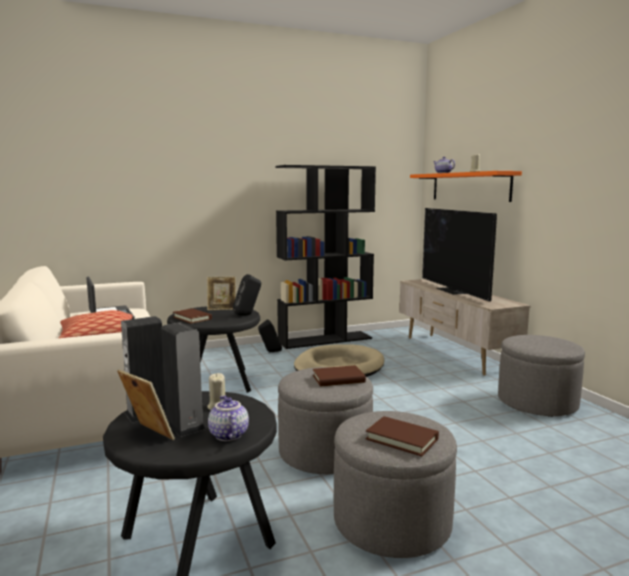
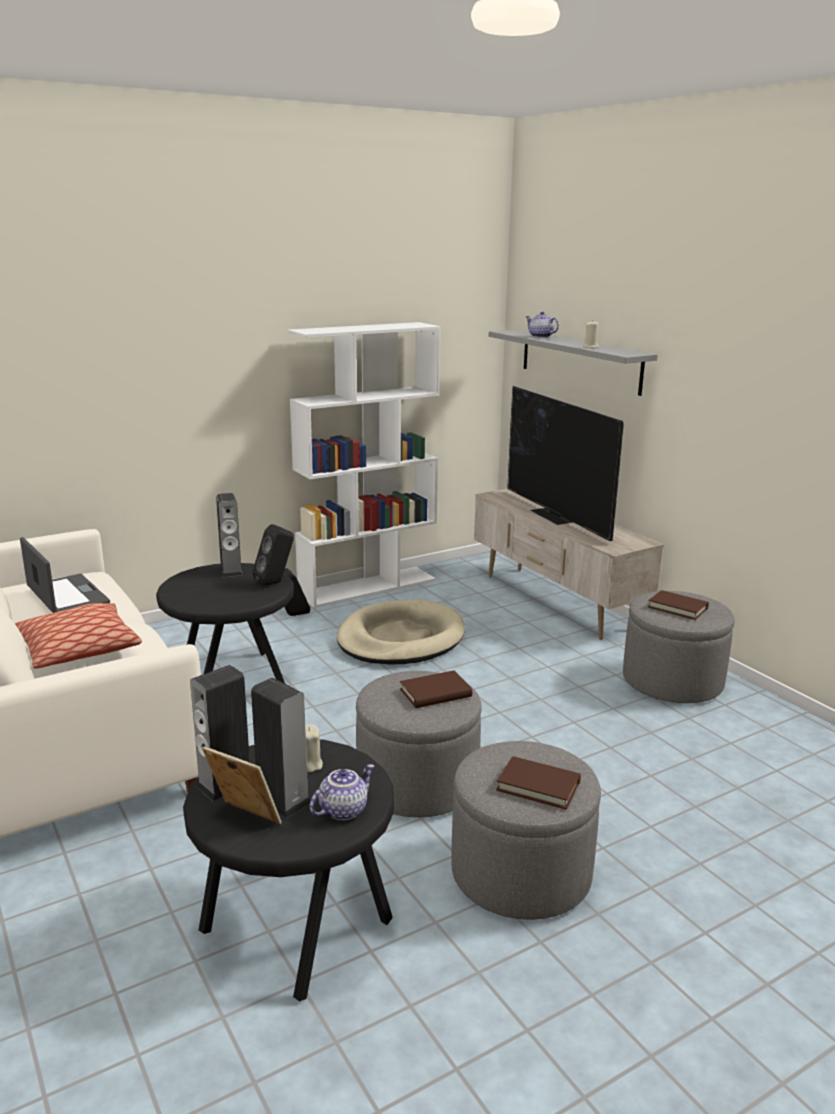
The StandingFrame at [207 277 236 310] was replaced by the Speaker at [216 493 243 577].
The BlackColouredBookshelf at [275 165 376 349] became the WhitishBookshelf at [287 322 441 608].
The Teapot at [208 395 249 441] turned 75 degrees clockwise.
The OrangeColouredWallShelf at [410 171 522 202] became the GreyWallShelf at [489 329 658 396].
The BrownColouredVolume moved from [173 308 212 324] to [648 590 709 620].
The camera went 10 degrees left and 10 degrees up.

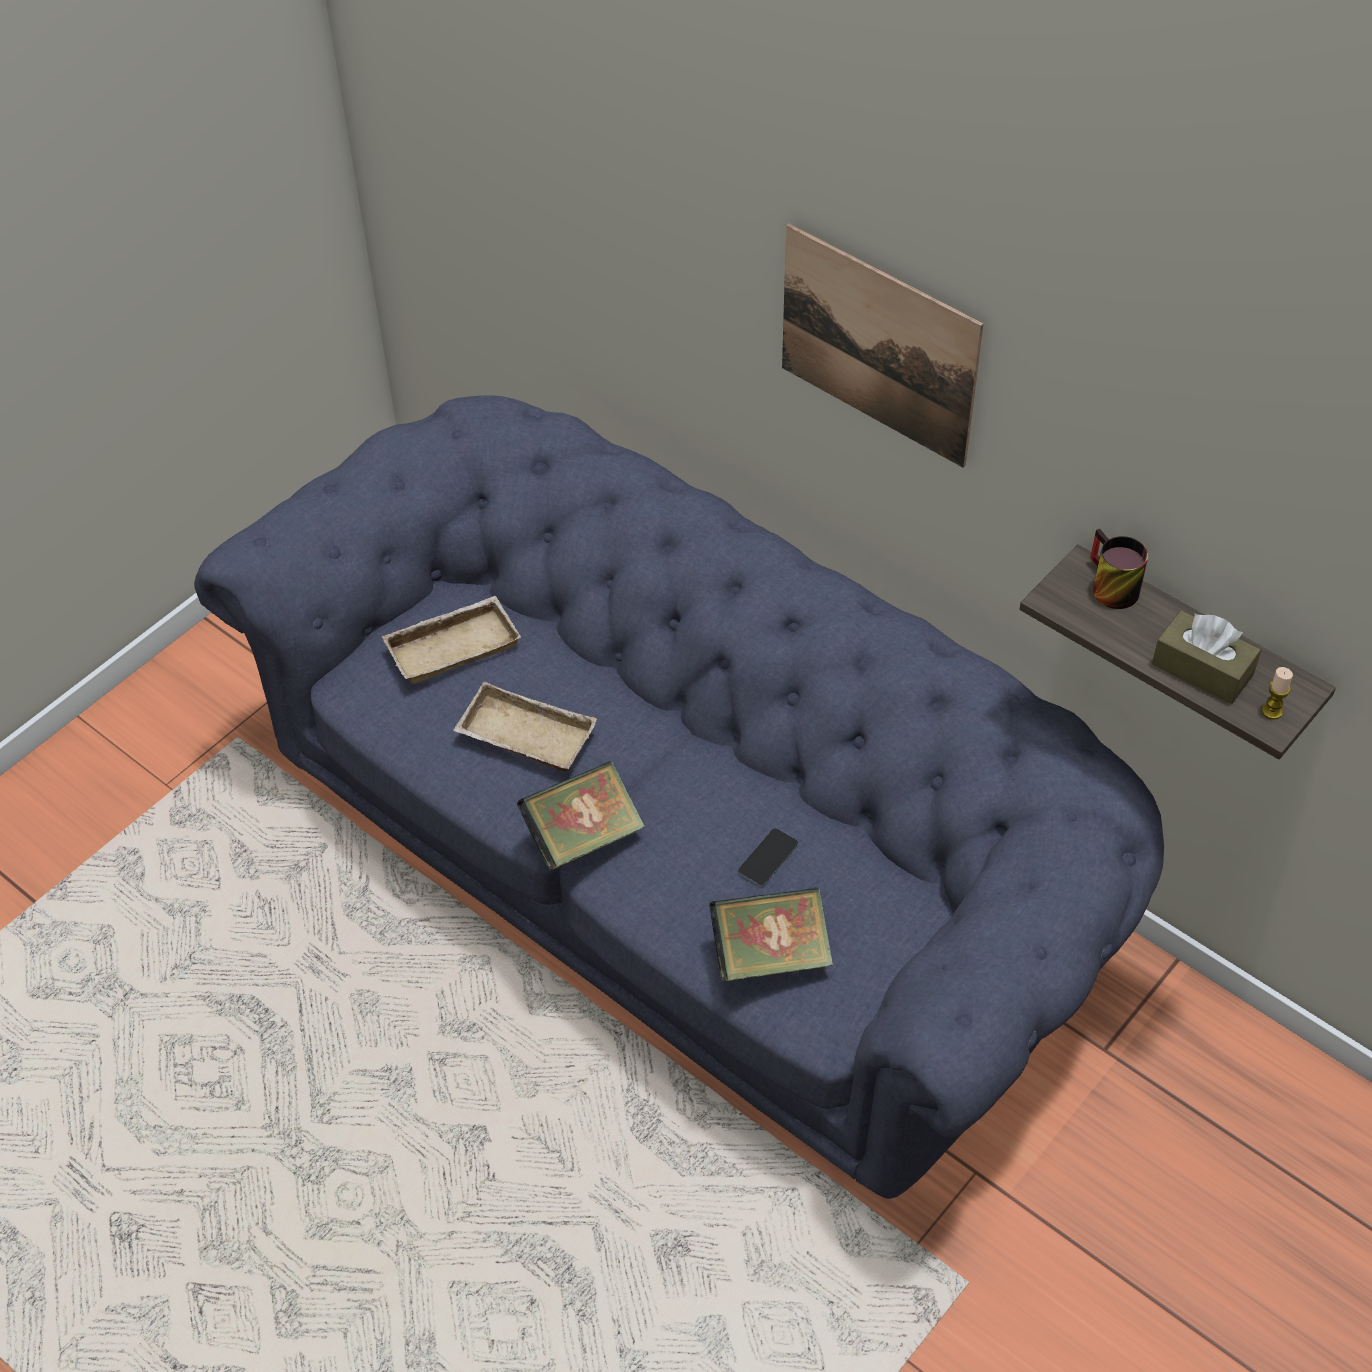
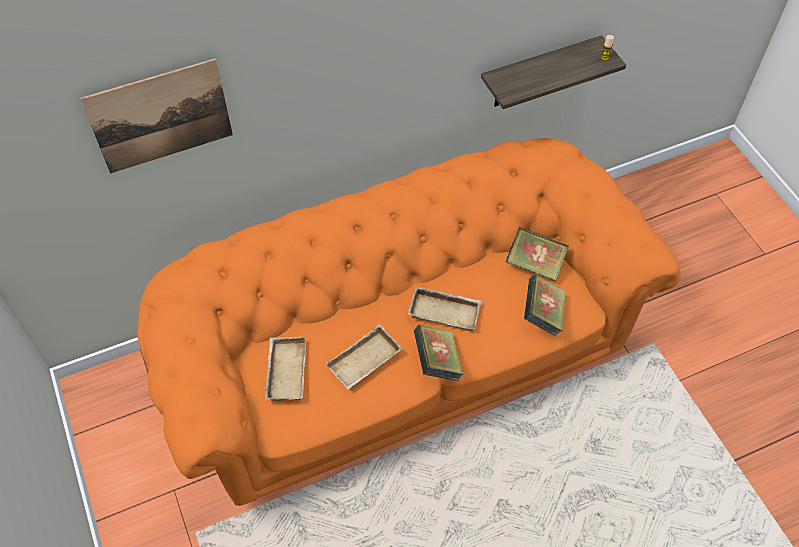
The WallPicture moved from [782 224 983 468] to [80 58 233 174].
The BluishSettee at [194 395 1164 1199] became the OrangeColouredSettee at [138 138 681 506].
The SandColouredCarryingTray at [408 286 482 331] appeared.
The Volume at [506 227 569 281] appeared.
The Telephone at [738 828 798 886] disappeared.
The Mug at [1090 529 1148 609] disappeared.
The BrownColouredTissueHolder at [1152 611 1261 704] disappeared.
The camera went 65 degrees left and 5 degrees up.

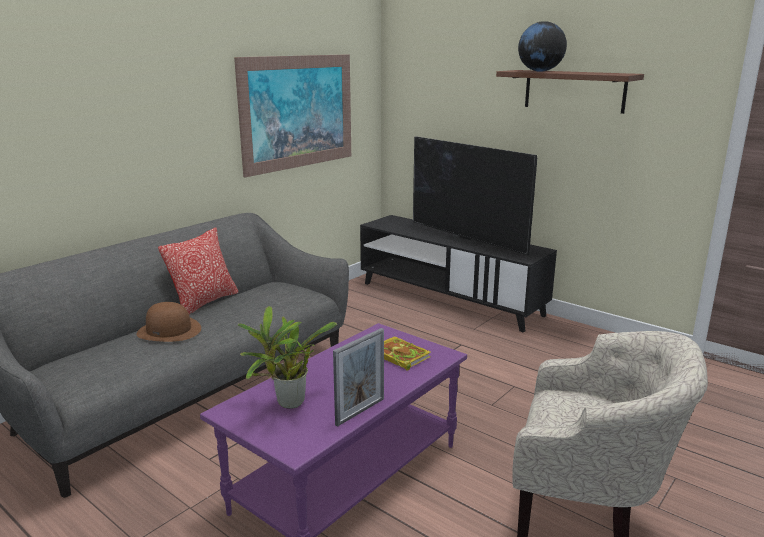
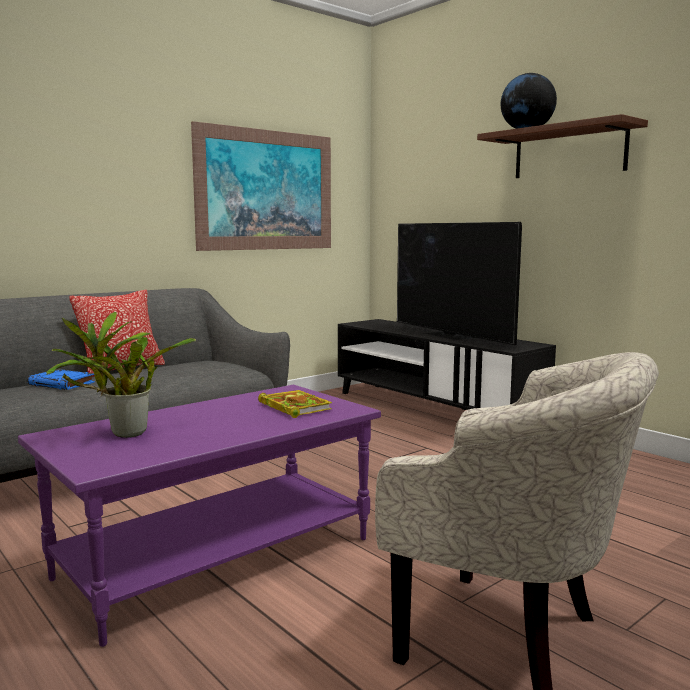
The BrownColouredWearableHat at [136 302 201 342] was replaced by the BluishVolume at [28 369 95 390].
The StandingFrame at [333 328 384 426] disappeared.
The camera went 10 degrees right and 10 degrees down.

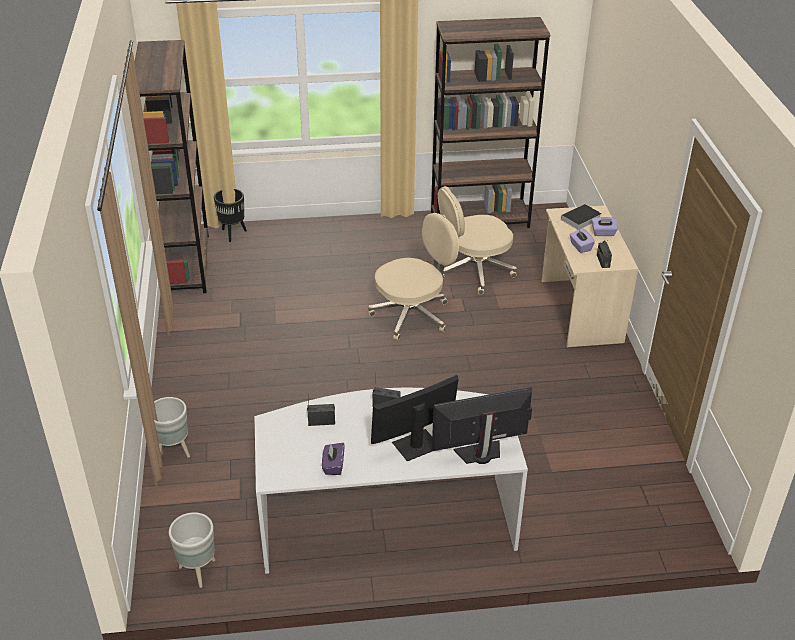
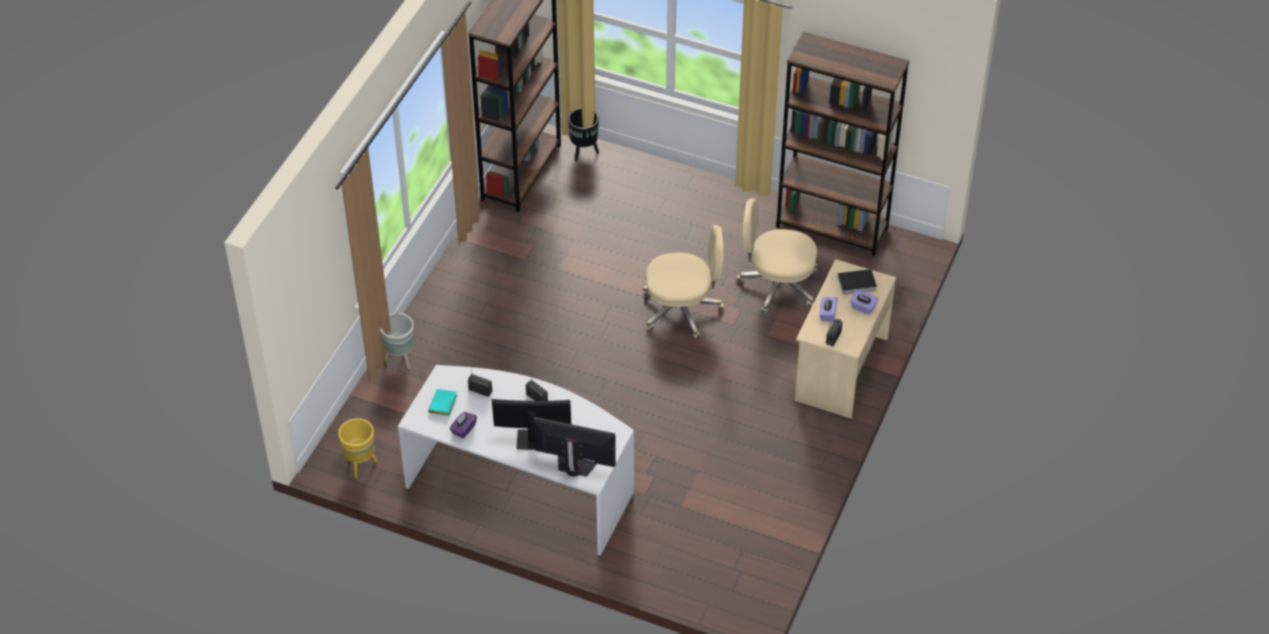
The GreyPlantPot at [169 512 215 588] became the YellowishPlantPot at [338 418 378 478].
The TurquoiseVolume at [428 389 457 416] appeared.
The camera went 30 degrees right and 10 degrees up.

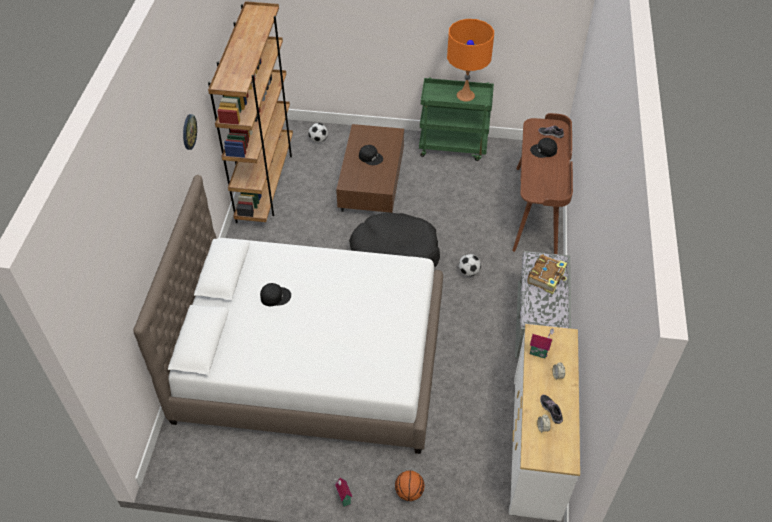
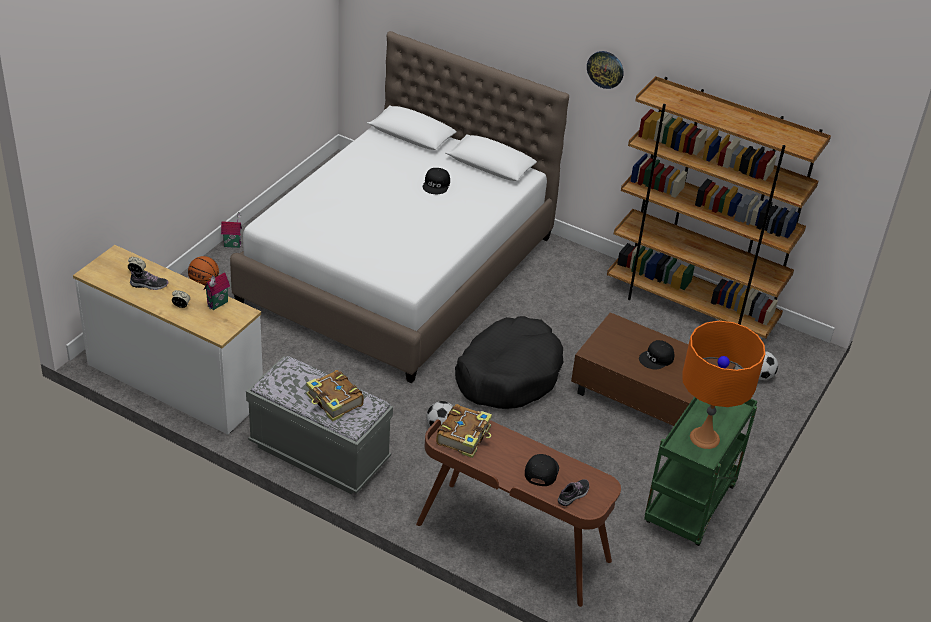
The Volume at [436 404 492 458] appeared.
The camera went 110 degrees right and 10 degrees down.

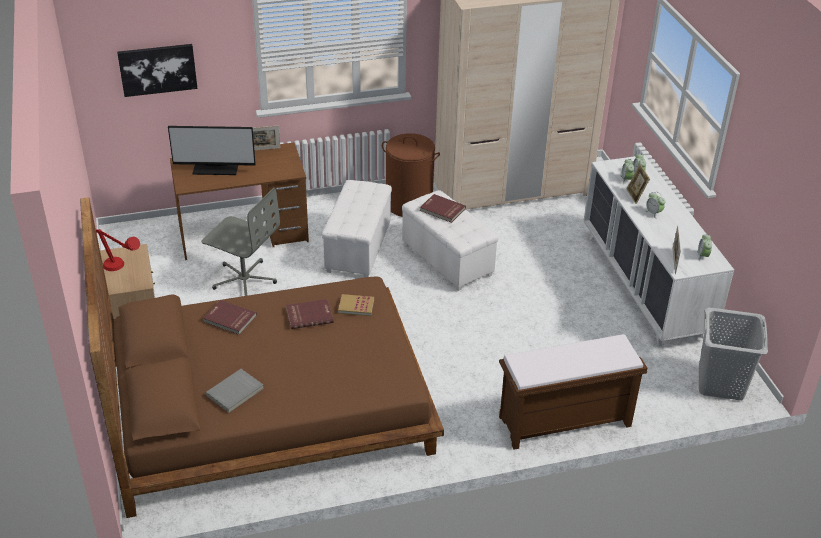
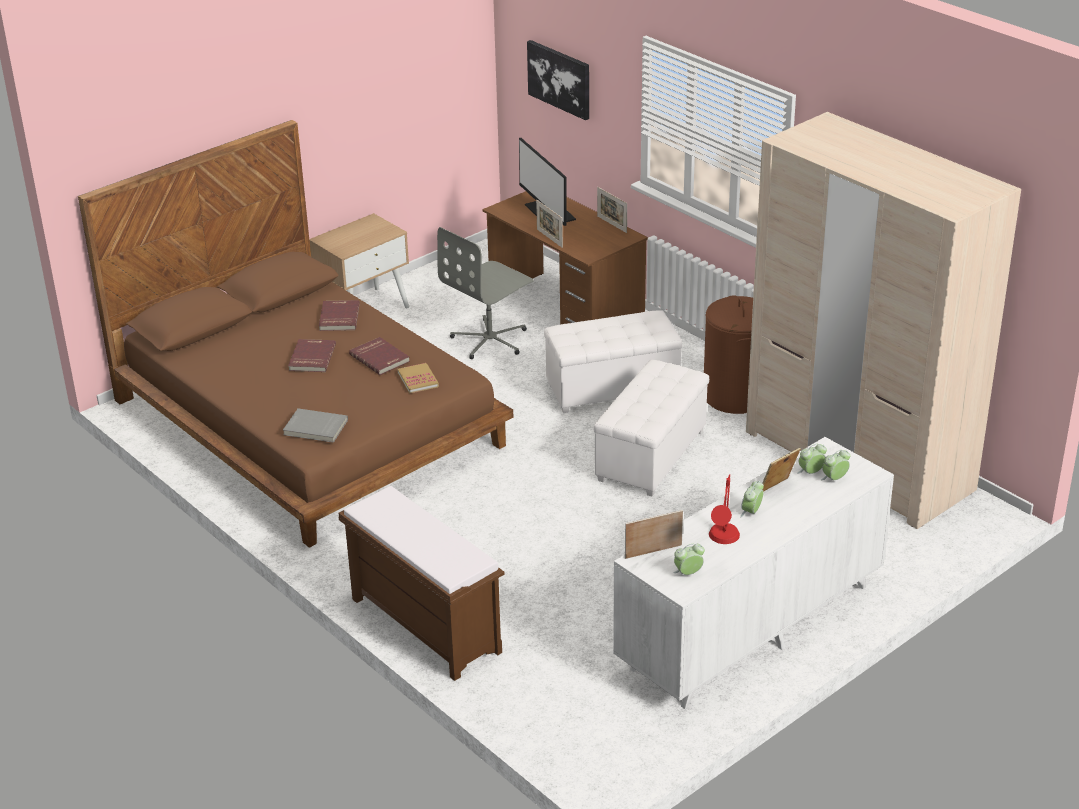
The GreyVolume moved from [206 369 264 413] to [283 408 348 443].
The RedColouredVolume moved from [420 194 466 223] to [288 339 336 372].
The GreyOfficeChair at [201 188 280 296] turned 45 degrees clockwise.
The StandingFrame at [536 200 563 248] appeared.
The RedColouredTableLamp moved from [96 229 140 271] to [709 474 740 544].
The GreyHamper at [699 307 768 400] disappeared.
The camera went 65 degrees right and 5 degrees down.

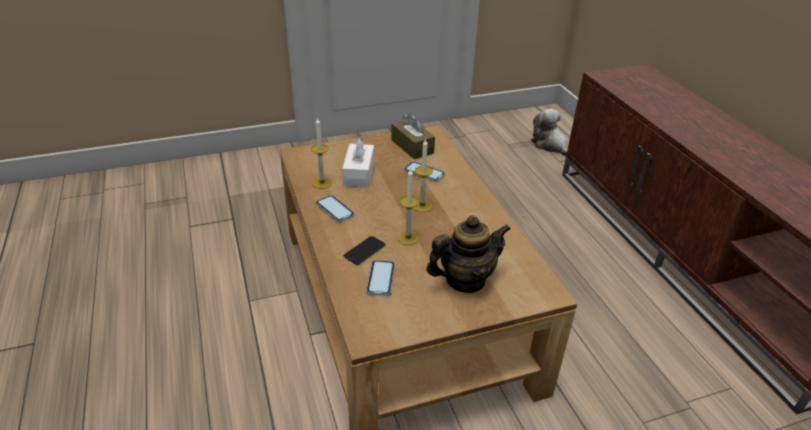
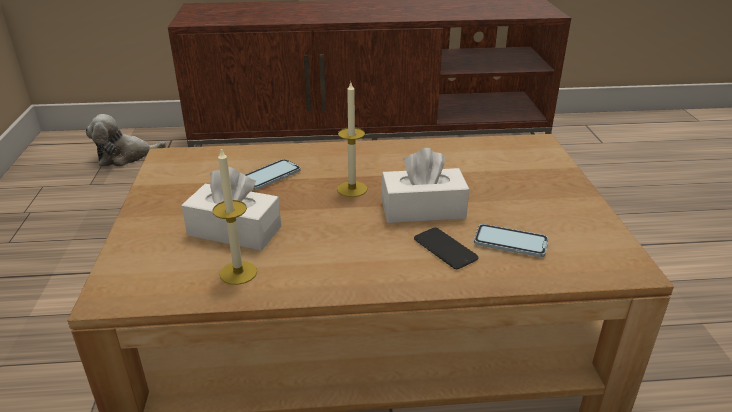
The WaxCandle at [397 168 419 245] was replaced by the WhitishTissueHolder at [382 148 469 223].
The Telephone at [316 195 354 222] disappeared.
The BrownColouredTissueHolder at [391 113 435 160] disappeared.
The Teapot at [426 215 511 293] disappeared.
The camera went 75 degrees left and 5 degrees down.

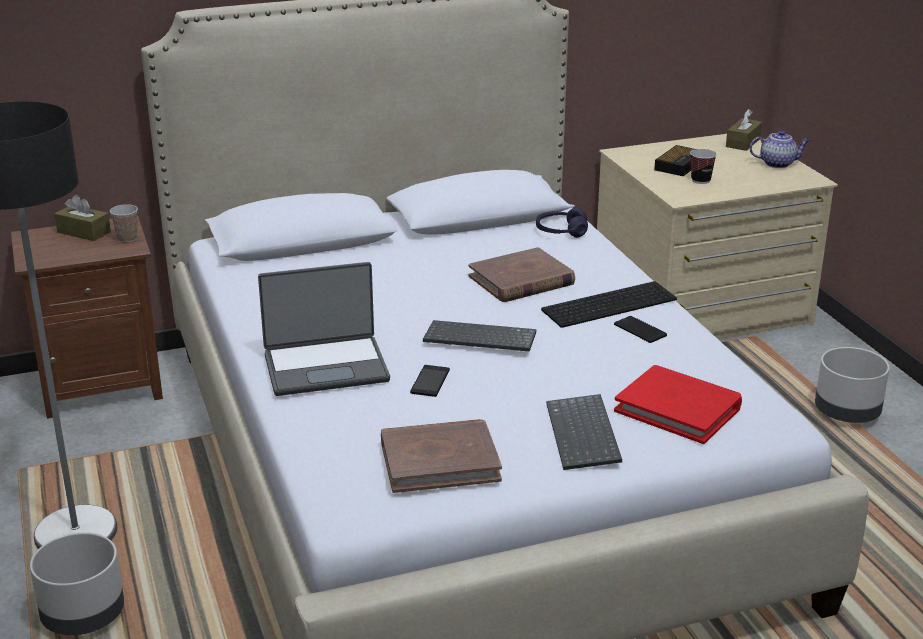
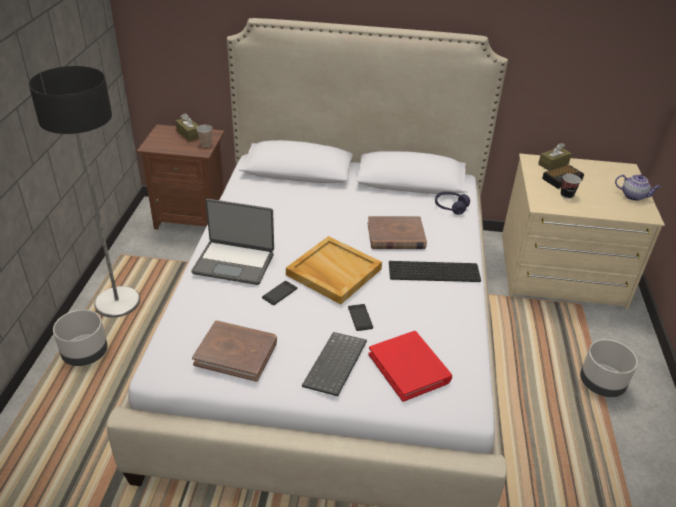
The Keyboard at [423 320 536 352] was replaced by the SandColouredCarryingTray at [286 236 382 304].
The Telephone moved from [614 316 667 343] to [348 304 373 331].
The BrownColouredTissueHolder moved from [726 109 762 151] to [538 143 572 171].
The camera went 25 degrees right and 10 degrees up.

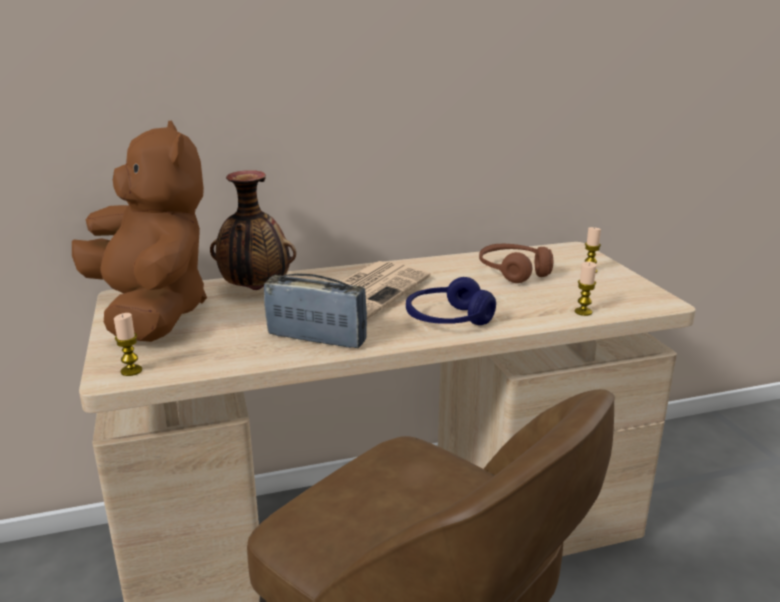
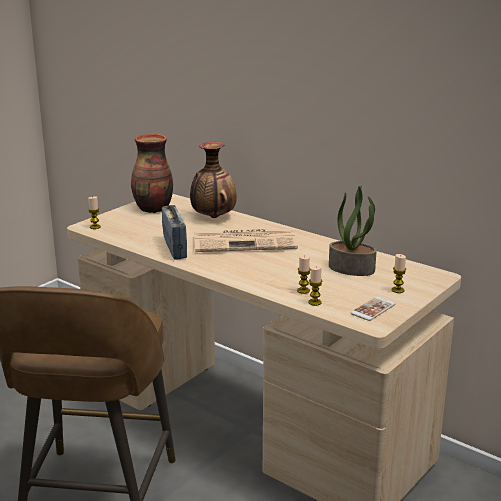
The BrownColouredPlushToy at [72 121 207 342] was replaced by the DecorativeVase at [131 134 173 213].
The WaxCandle at [297 254 311 294] appeared.
The BrownColouredHeadphones at [479 244 553 283] was replaced by the Houseplant at [329 186 376 276].
The Telephone at [350 296 396 321] appeared.
The BluishHeadphones at [406 277 496 325] disappeared.
The camera went 55 degrees right and 0 degrees up.

